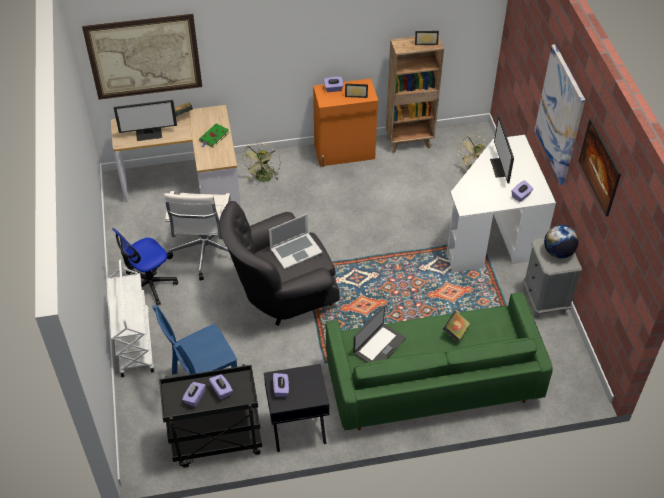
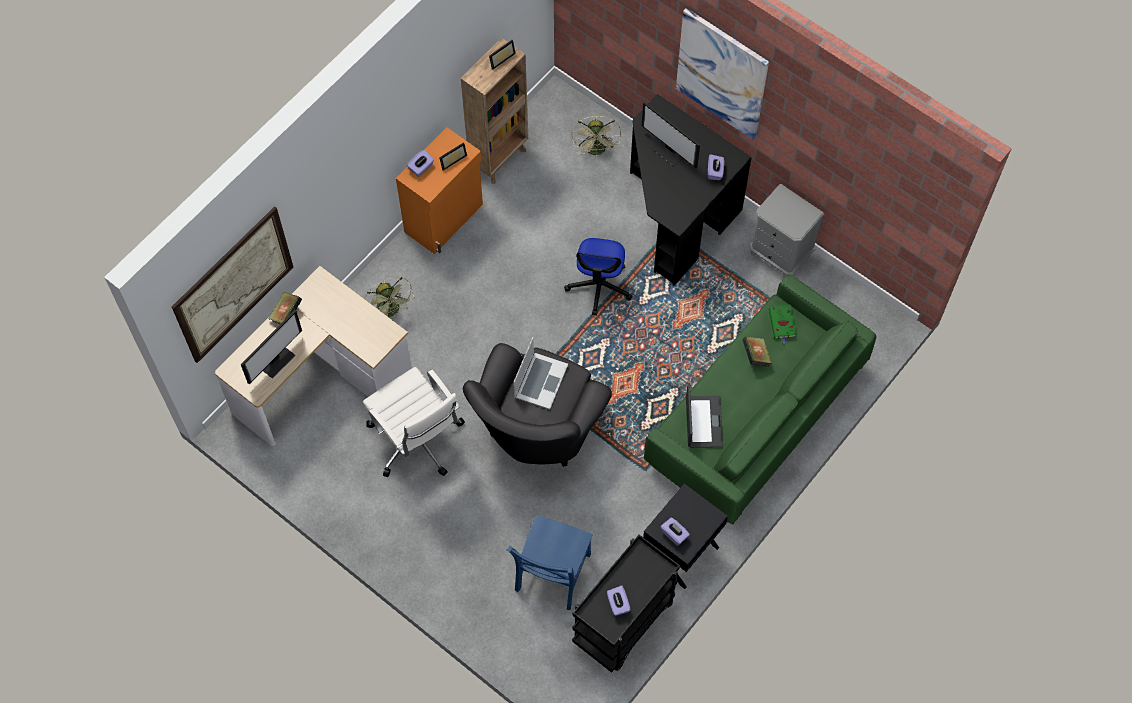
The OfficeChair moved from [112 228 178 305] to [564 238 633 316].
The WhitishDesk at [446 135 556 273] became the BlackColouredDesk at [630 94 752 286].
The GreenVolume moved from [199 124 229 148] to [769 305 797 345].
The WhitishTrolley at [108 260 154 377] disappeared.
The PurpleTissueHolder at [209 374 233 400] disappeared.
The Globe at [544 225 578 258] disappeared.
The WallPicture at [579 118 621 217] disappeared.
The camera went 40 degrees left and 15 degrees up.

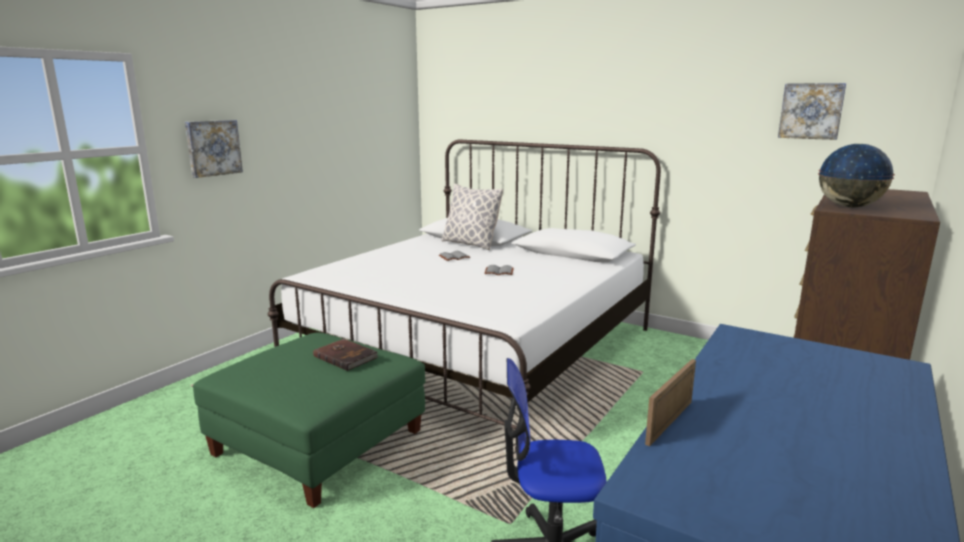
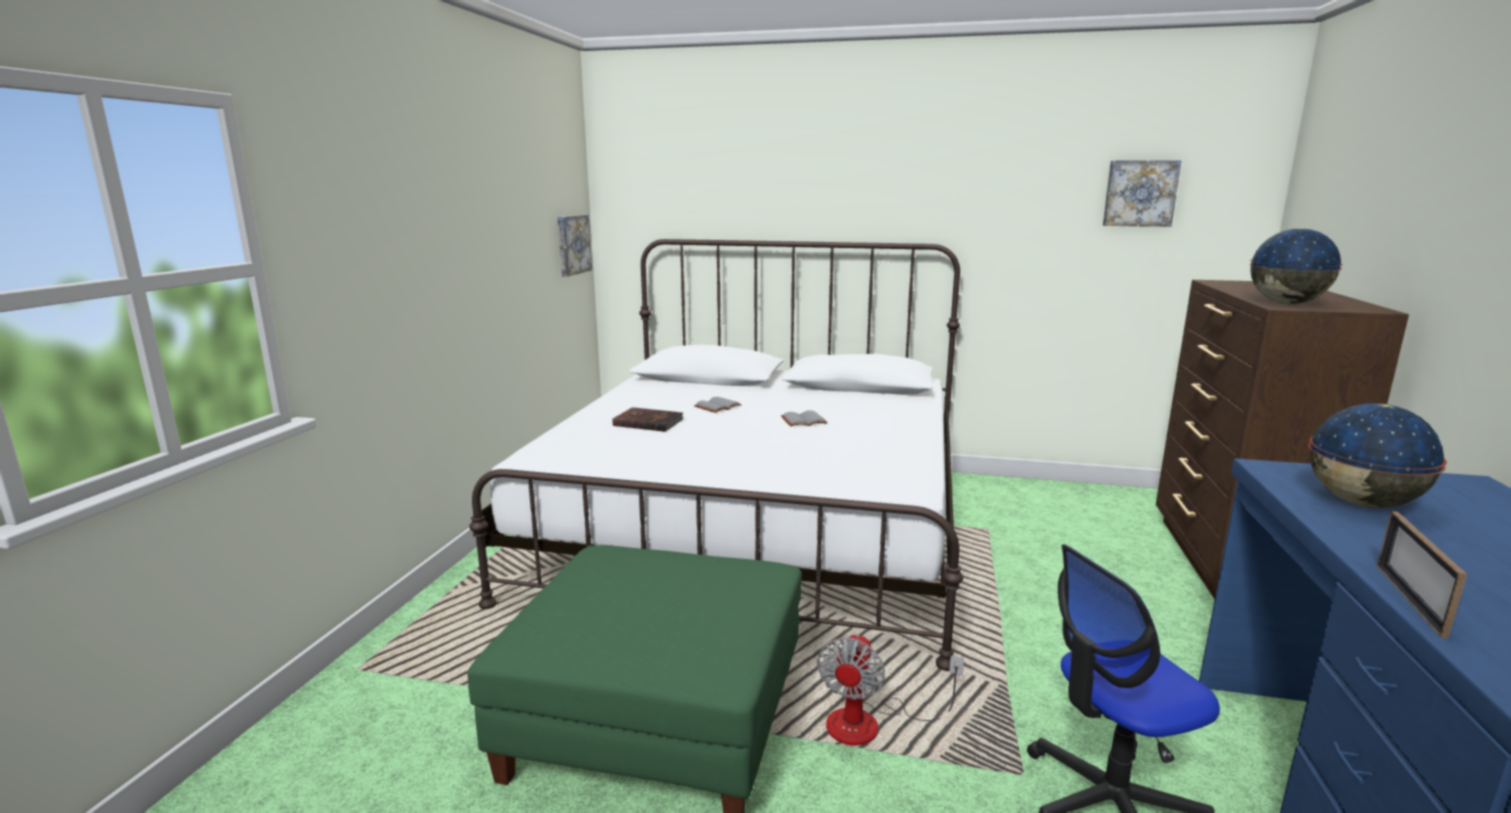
The WallPicture moved from [185 120 243 178] to [557 215 592 277].
The BrownColouredVolume moved from [313 339 378 371] to [612 407 684 432].
The CoolingFan at [817 633 964 747] appeared.
The Globe at [1308 403 1447 508] appeared.
The Pillow at [441 183 504 250] disappeared.
The camera went 20 degrees left and 0 degrees up.

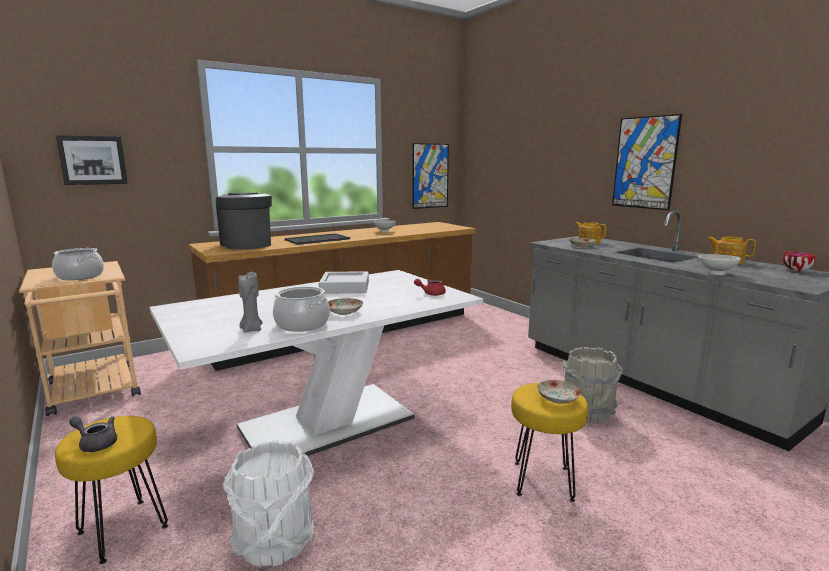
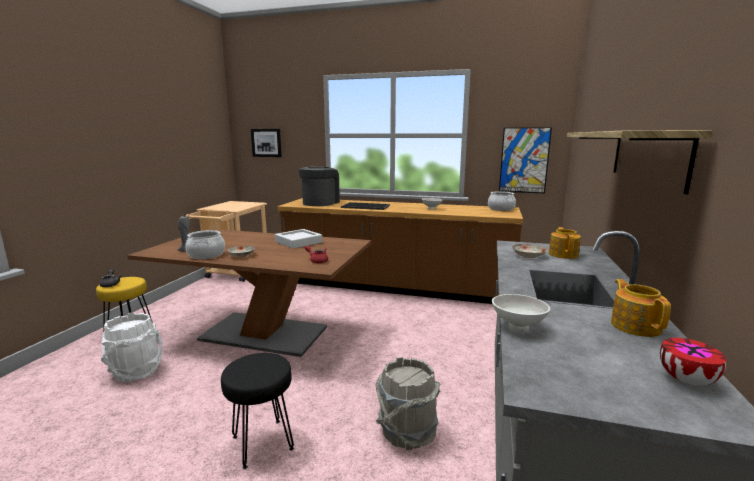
The WhitishDinnerTable at [150 270 483 456] became the BrownColouredDinnerTable at [127 229 371 357].
The YellowishStool at [511 383 588 502] became the BlackColouredStool at [221 353 294 469].
The CookingPot moved from [52 248 104 280] to [488 191 516 211].
The WallPicture at [612 114 682 210] was replaced by the WallShelf at [567 130 712 194].
The FlatDish at [537 380 581 404] disappeared.
The camera went 50 degrees right and 0 degrees up.

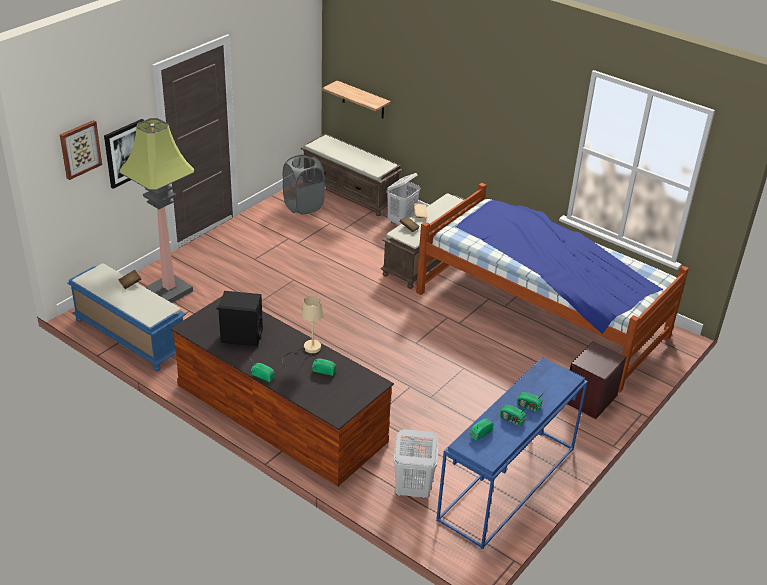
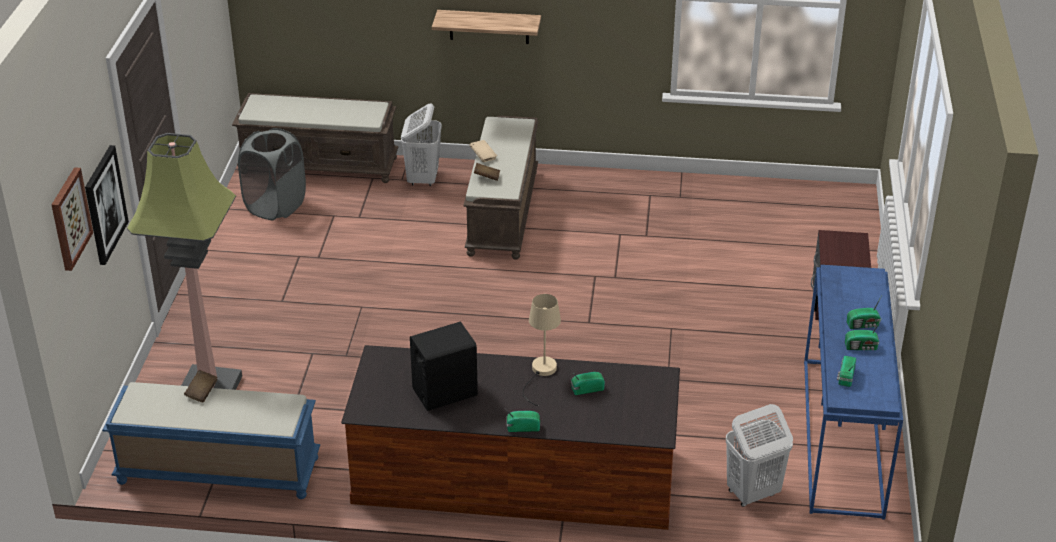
The WallShelf moved from [322 81 391 118] to [432 10 541 44].
The SleepingBed at [416 183 689 393] disappeared.
The camera went 30 degrees left and 0 degrees up.

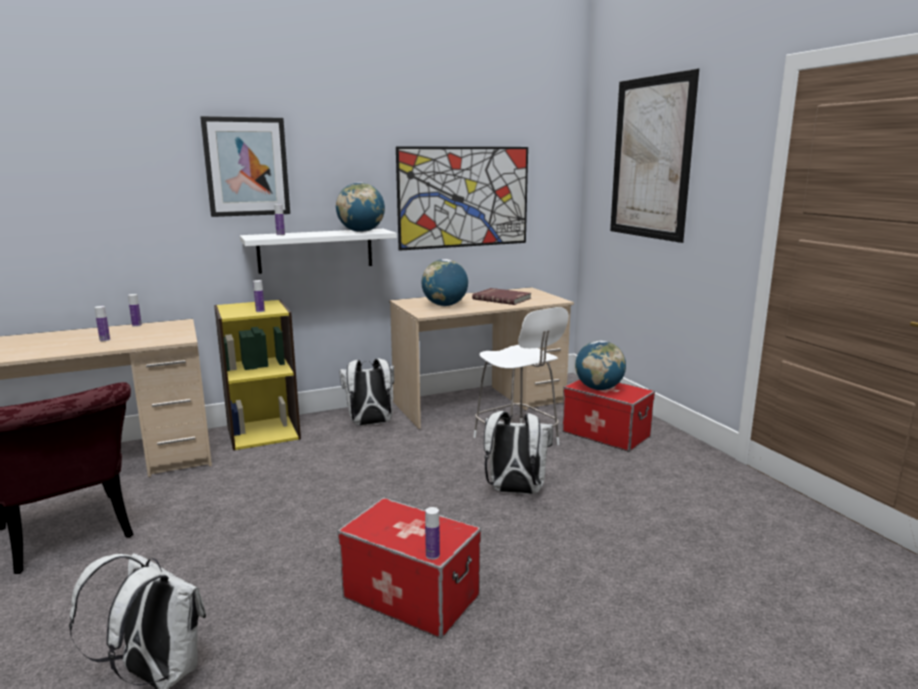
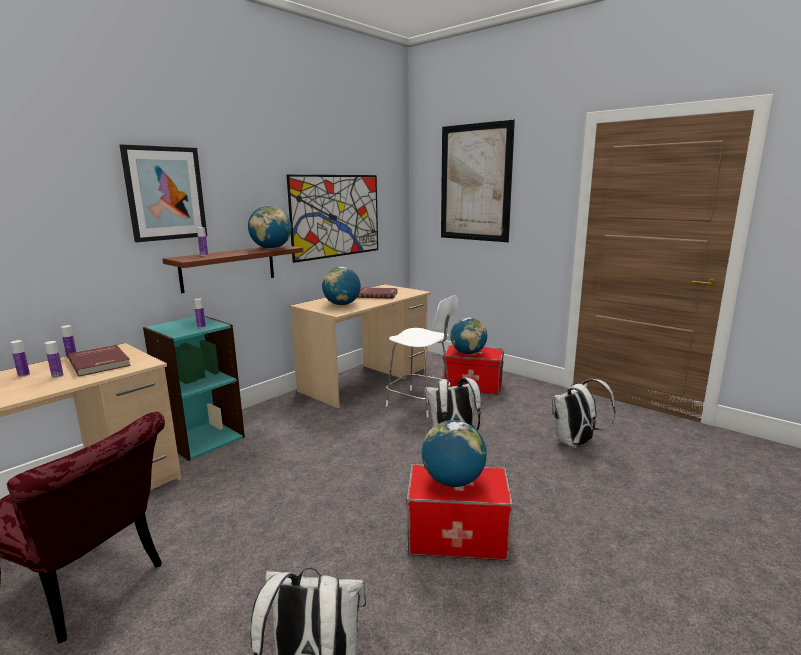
The DrinkBottle moved from [425 507 440 560] to [10 340 30 377].
The RedColouredVolume at [68 345 131 376] appeared.
The YellowishBookshelf at [214 299 301 451] became the TurquoiseBookshelf at [143 316 245 461].
The WhitishWallShelf at [240 229 397 274] became the BrownColouredWallShelf at [163 245 303 293].
The Globe at [422 420 487 487] appeared.
The WhitishKnapsack moved from [339 358 394 426] to [552 379 616 448].
The camera went 25 degrees left and 0 degrees up.

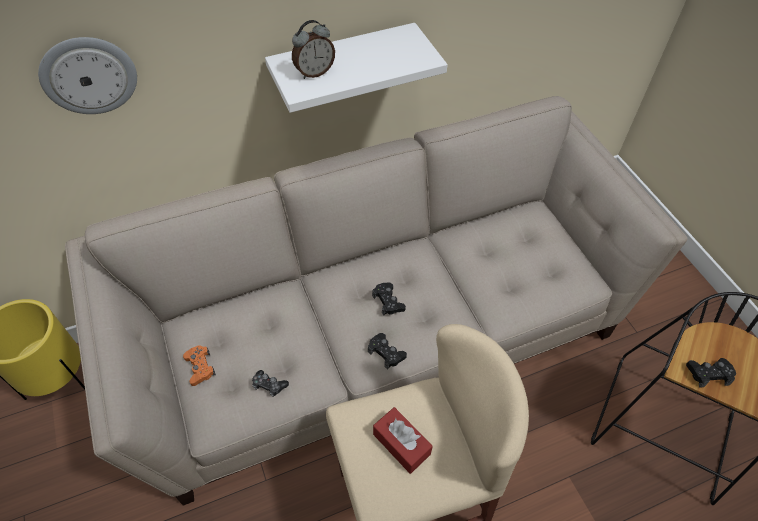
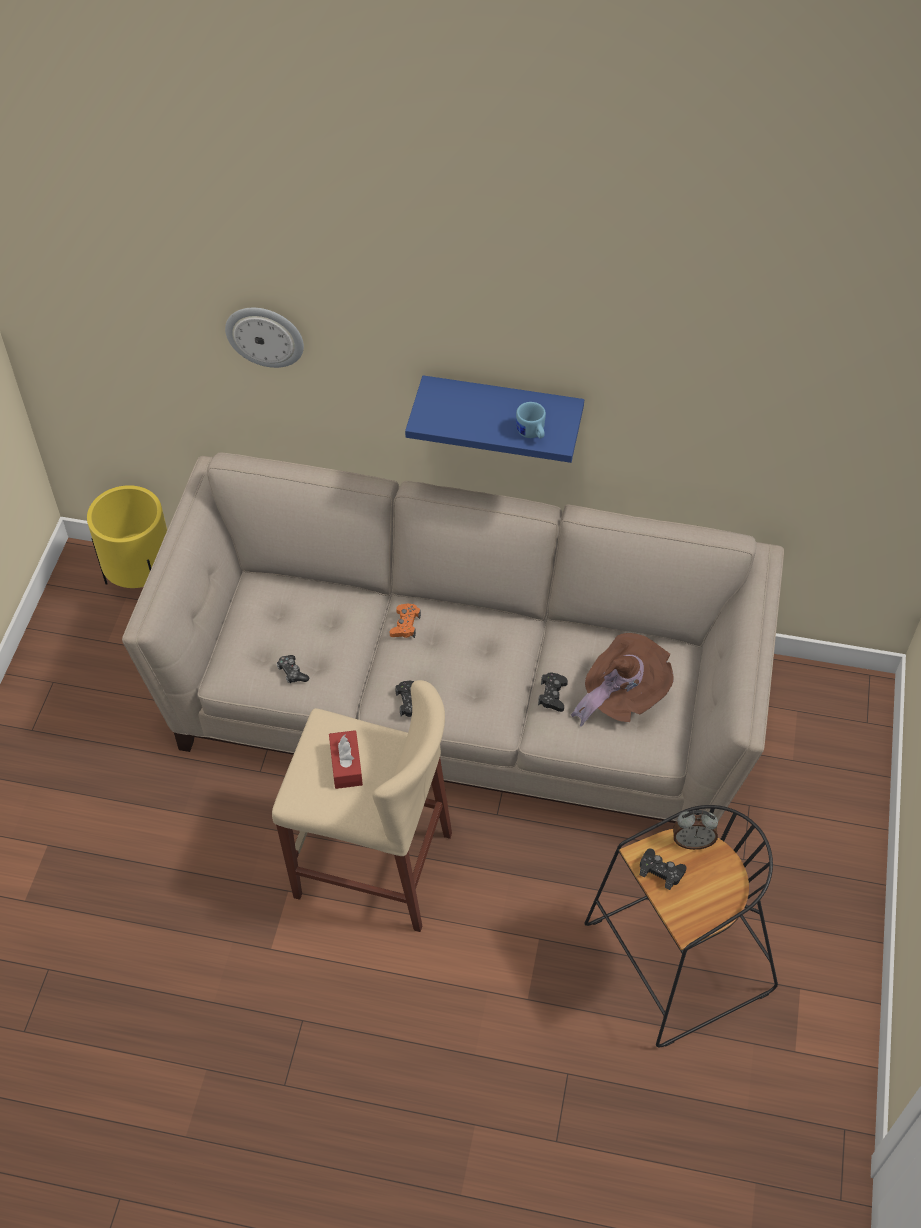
The OrangeColouredGamepad moved from [183 346 216 386] to [390 603 421 638].
The WhitishWallShelf at [265 23 448 113] became the BluishWallShelf at [405 375 584 463].
The BluishMug at [516 402 546 439] appeared.
The BlackColouredGamepad moved from [372 282 406 316] to [538 673 568 712].
The BrownColouredWearableHat at [571 633 674 727] appeared.
The TableClock moved from [292 20 335 79] to [673 810 718 850].
The camera went 35 degrees right and 0 degrees up.

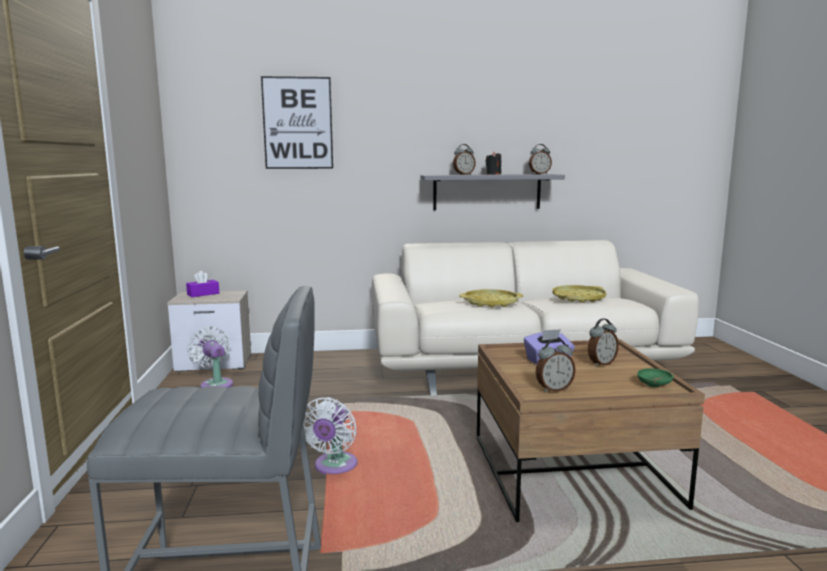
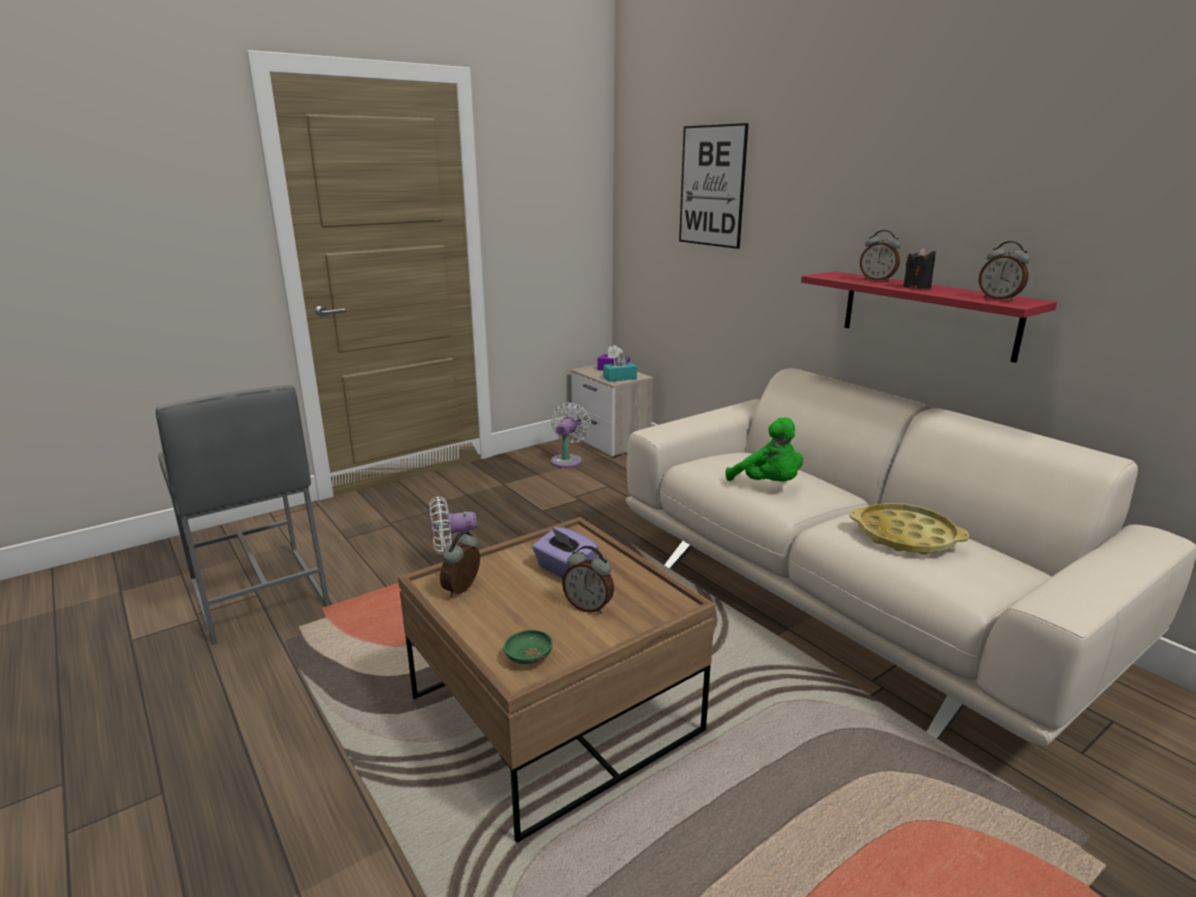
The TableClock at [536 338 576 392] turned 75 degrees clockwise.
The TurquoiseTissueHolder at [603 353 637 382] appeared.
The YellowishCarryingTray at [459 289 523 308] was replaced by the GreenPlushToy at [725 417 803 482].
The GreyWallShelf at [420 174 565 210] became the RedColouredWallShelf at [801 271 1057 363].
The camera went 60 degrees right and 10 degrees up.

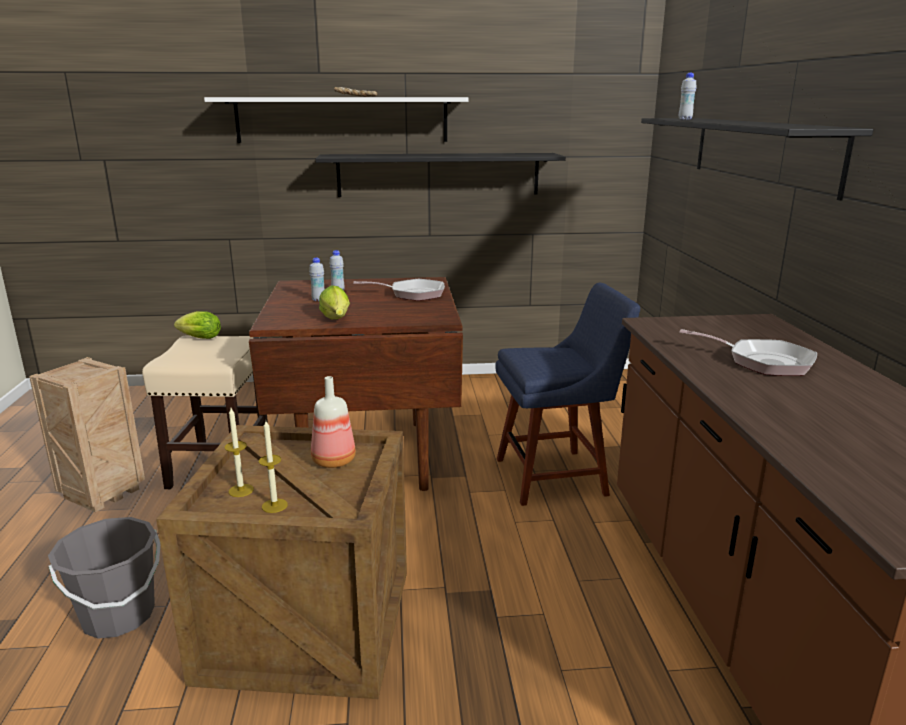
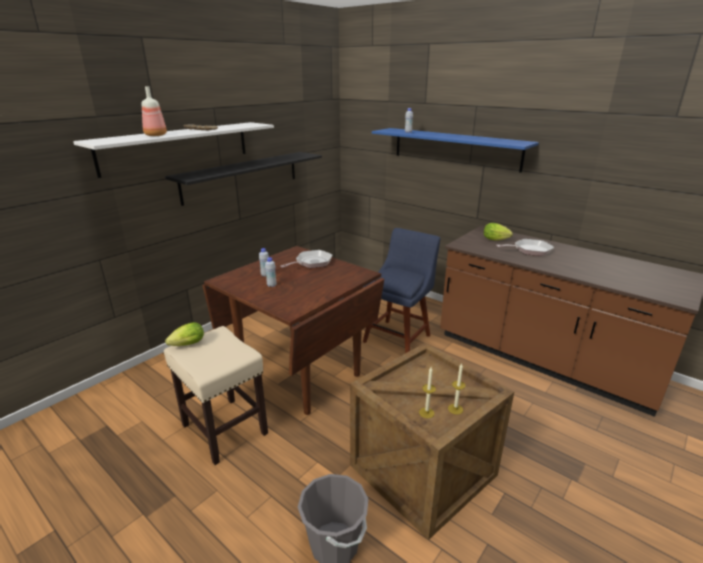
The DrinkBottle moved from [311 376 356 468] to [142 87 167 136].
The BlackColouredWallShelf at [641 118 873 201] became the BluishWallShelf at [372 128 539 173].
The LettuceHead moved from [319 285 350 319] to [484 223 513 241].
The Crate at [29 357 145 512] disappeared.
The camera went 45 degrees left and 5 degrees up.

